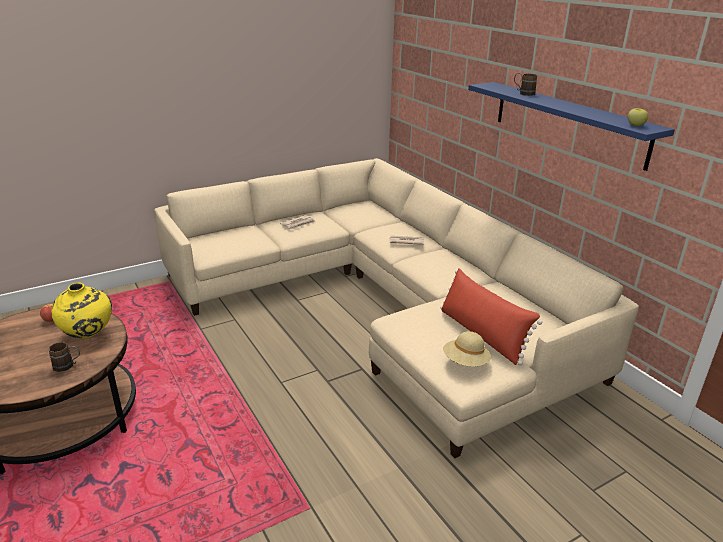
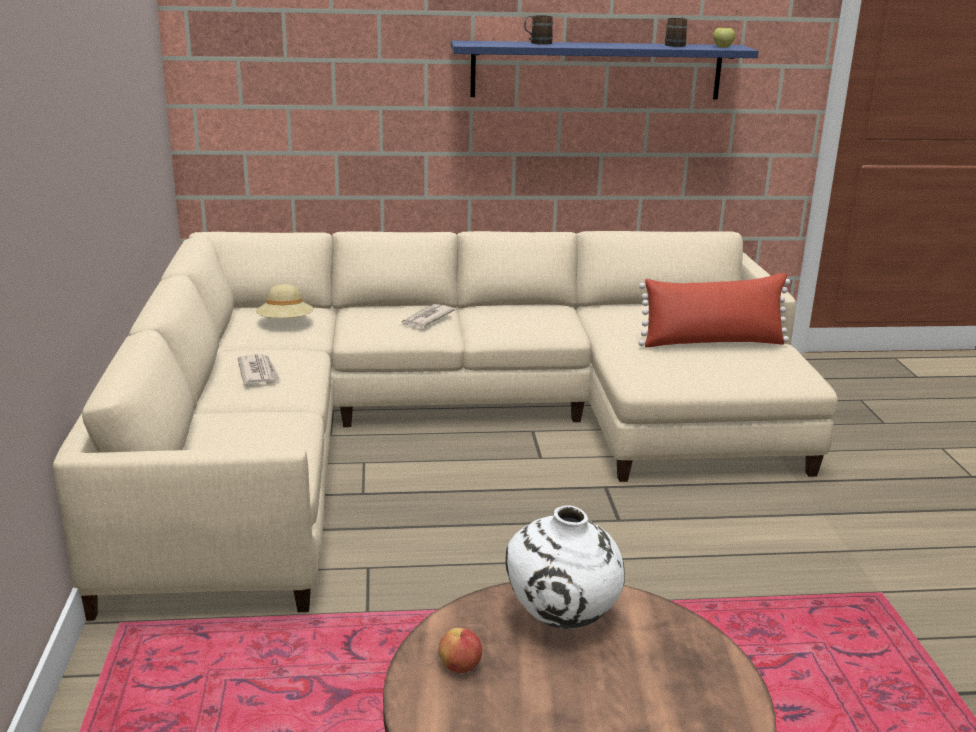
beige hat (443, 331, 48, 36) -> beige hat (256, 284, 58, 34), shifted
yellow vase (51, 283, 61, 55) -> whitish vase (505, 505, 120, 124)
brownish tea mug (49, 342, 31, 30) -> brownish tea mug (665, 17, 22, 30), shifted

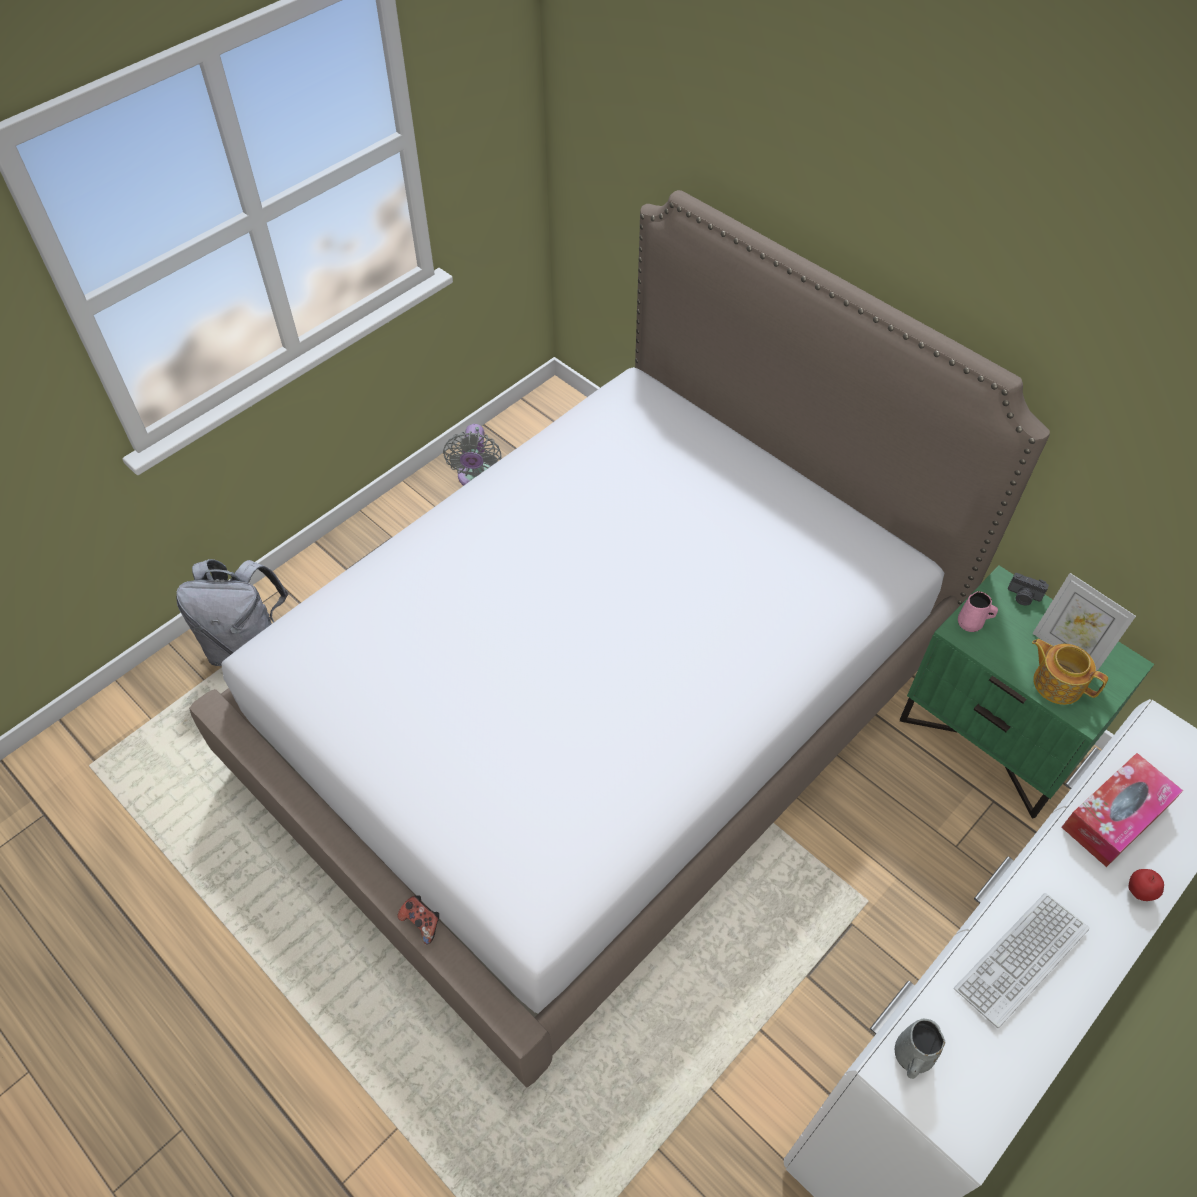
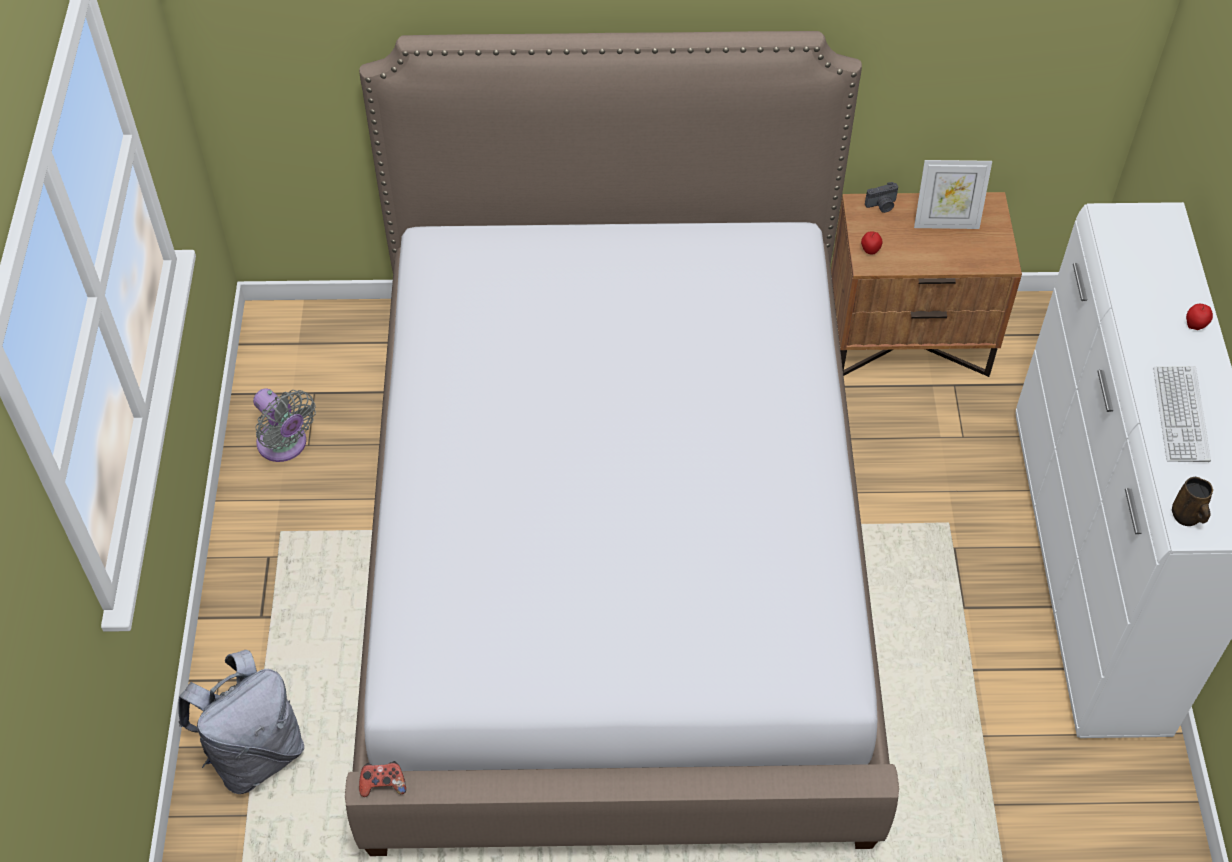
gamepad (398, 895, 41, 50) -> gamepad (359, 761, 47, 36), shifted
greenish bedside table (900, 565, 254, 254) -> brownish bedside table (831, 192, 191, 185)
pink-coloured tea mug (958, 591, 40, 41) -> whole apple (861, 231, 21, 23)
greyish tea mug (895, 1019, 50, 60) -> brownish tea mug (1172, 477, 41, 49)
pot for tea (1032, 639, 76, 66) -> none
tissue holder (1061, 753, 122, 114) -> none

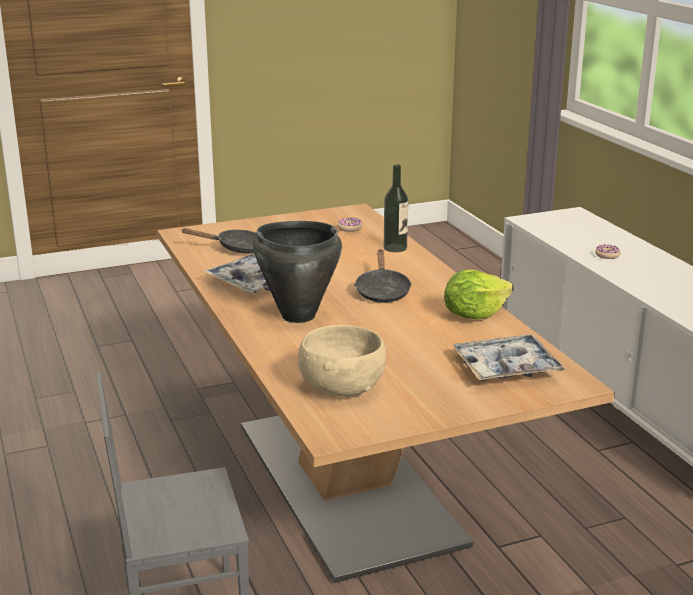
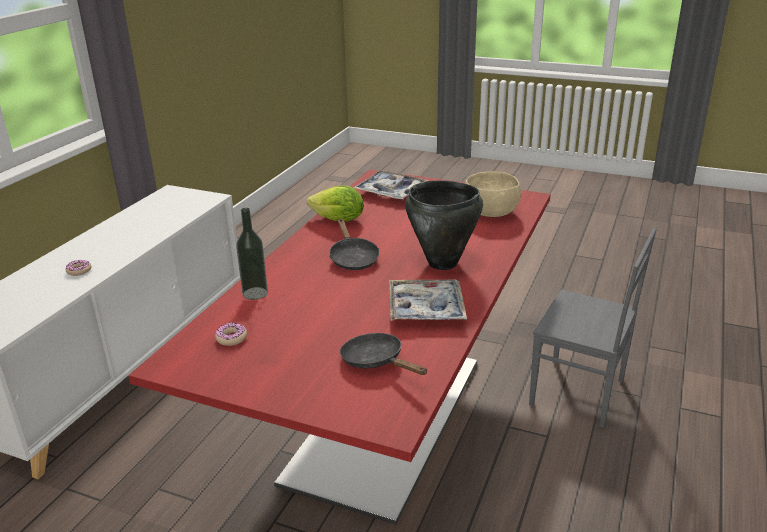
beige dining table (157, 203, 458, 380) -> red dining table (128, 170, 423, 355)
blackish frying pan (354, 249, 58, 54) -> blackish frying pan (329, 219, 50, 51), 120 degrees clockwise

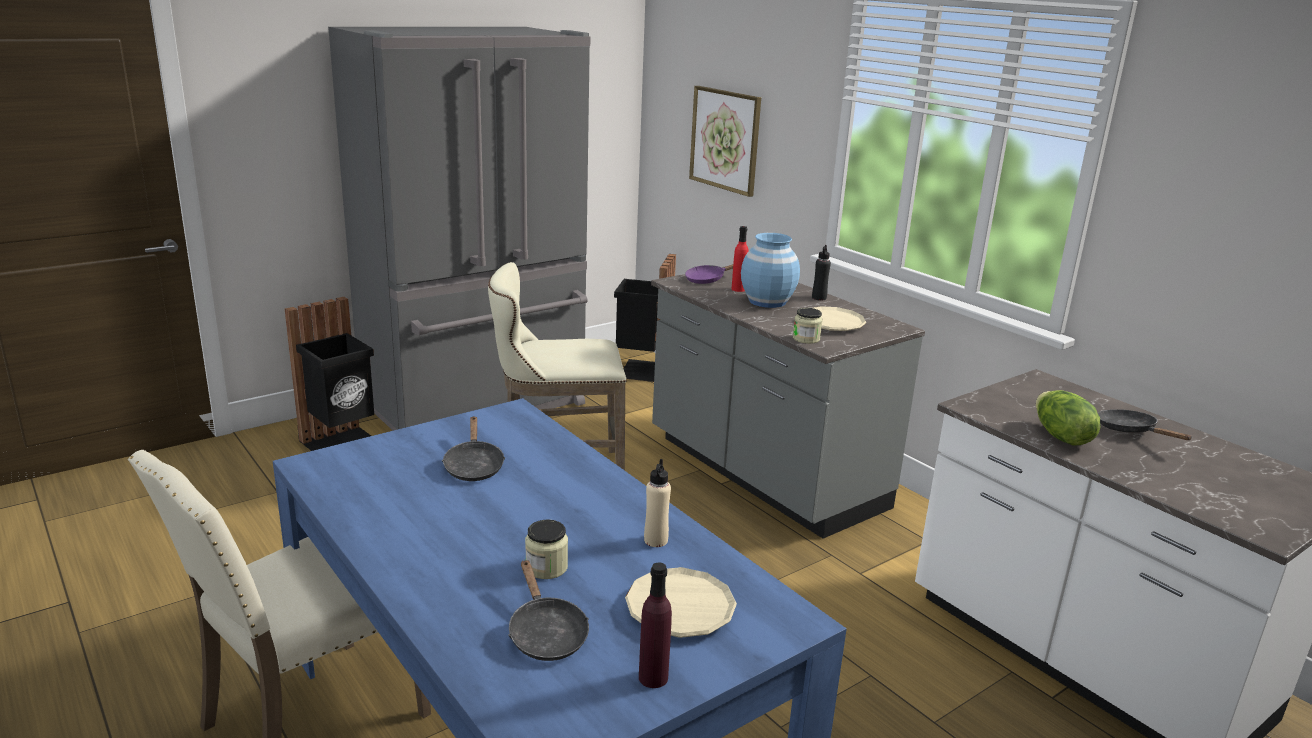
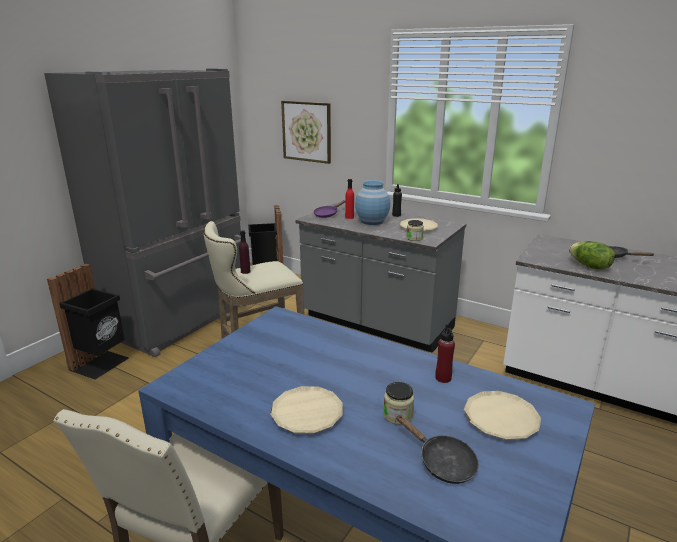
purple bottle (639, 562, 33, 126) -> purple bottle (239, 230, 12, 44), shifted
none -> beige plate (270, 386, 73, 47)
beige bottle (644, 459, 27, 88) -> red bottle (435, 324, 20, 59)
blackish frying pan (442, 416, 63, 65) -> none

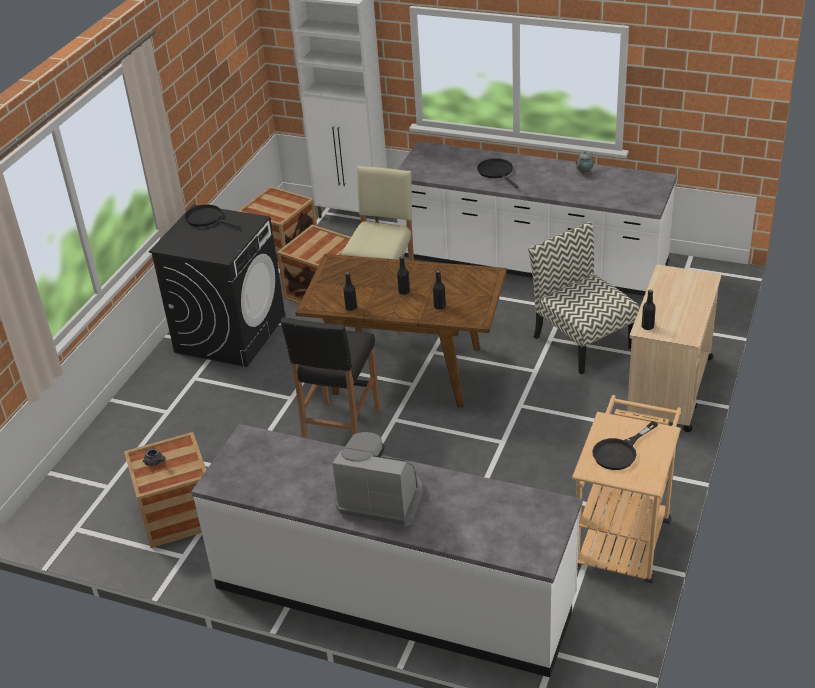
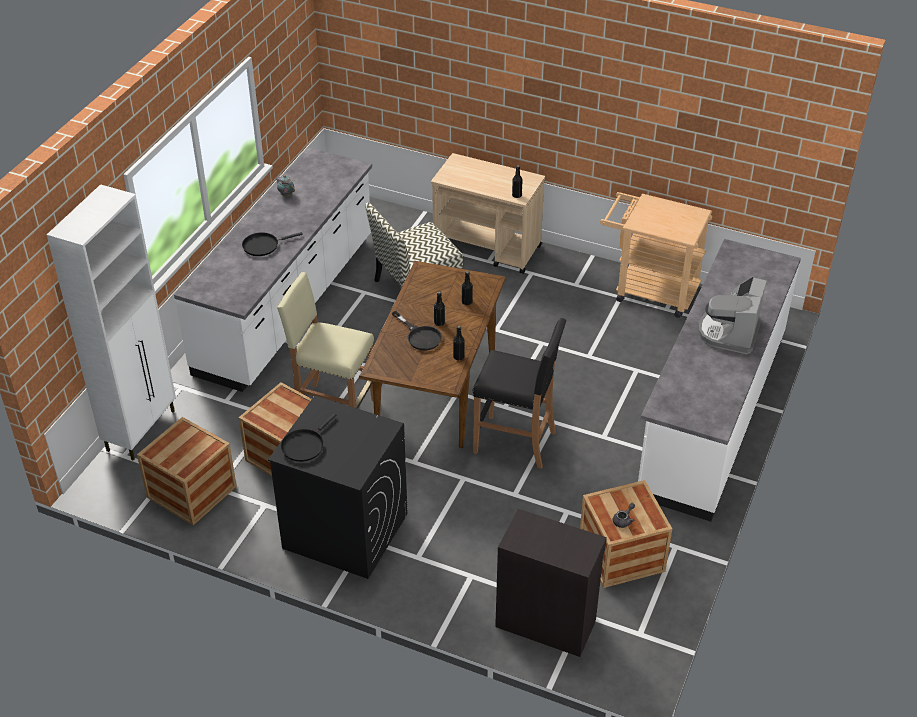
blackish frying pan (592, 421, 66, 49) -> blackish frying pan (392, 311, 50, 40), shifted
none -> blackish storage cabinet (495, 509, 112, 148)

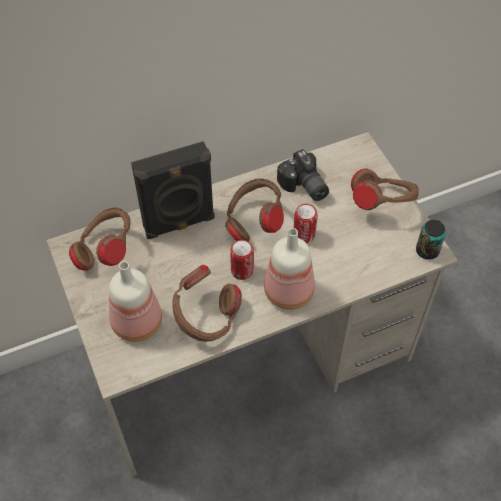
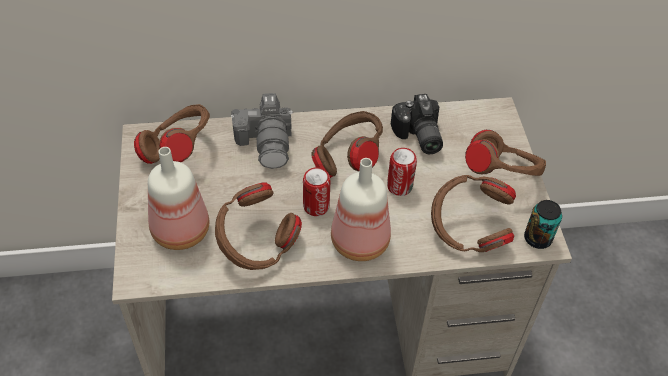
blackish speaker (131, 141, 84, 98) -> photo camera (231, 93, 62, 76)
none -> brownish headset (431, 175, 85, 77)

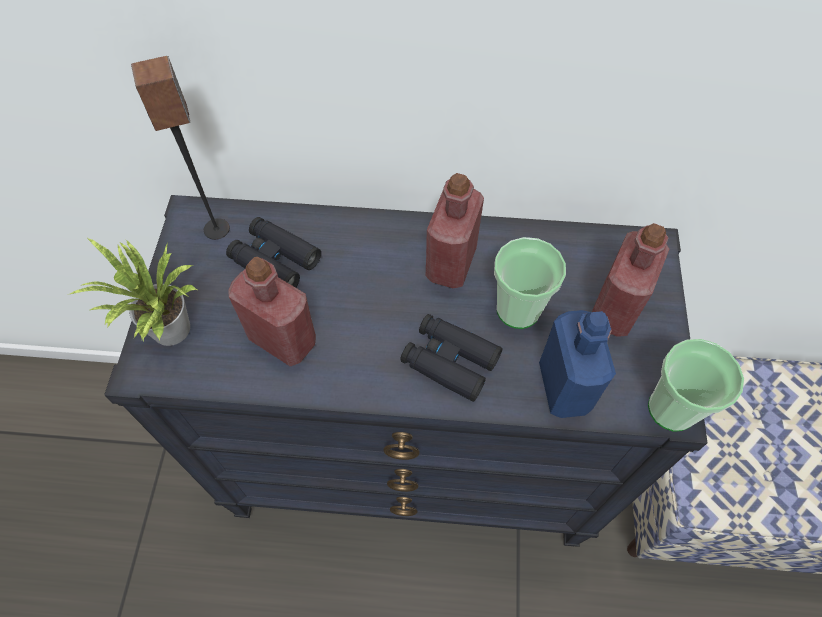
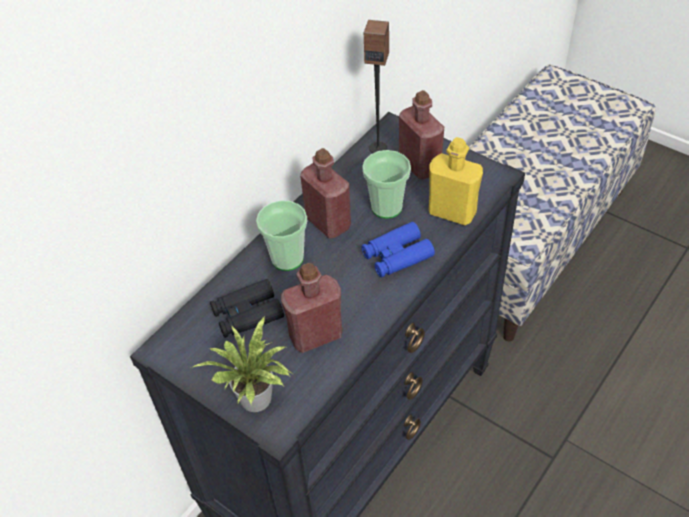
small cup (648, 339, 96, 93) -> small cup (256, 200, 51, 71), shifted
blackish binoculars (400, 314, 103, 88) -> blue-coloured binoculars (361, 222, 74, 55)
speaker (131, 56, 99, 184) -> speaker (364, 20, 25, 133), shifted
blue-coloured bottle (539, 310, 77, 108) -> yellow bottle (429, 137, 54, 88)

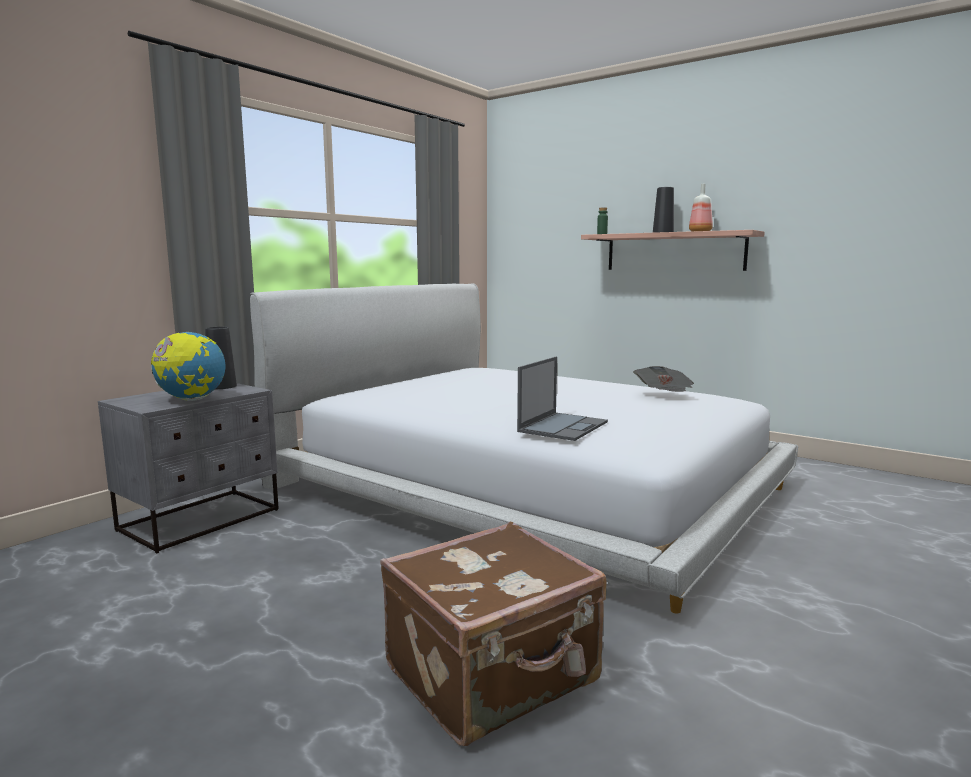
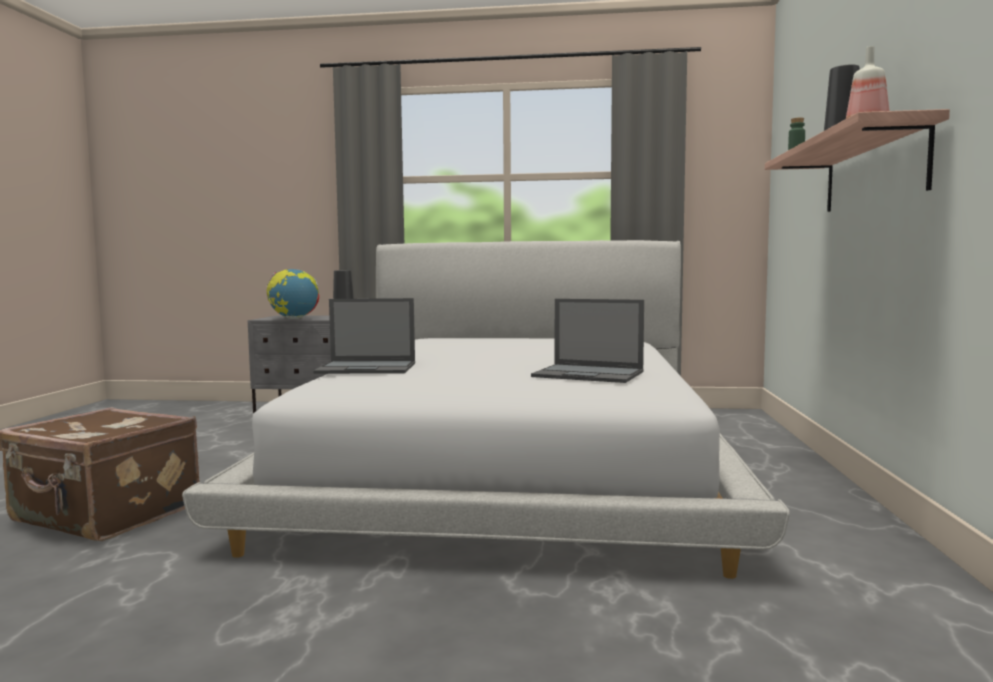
daily paper (633, 366, 61, 26) -> notebook computer (531, 299, 113, 84)

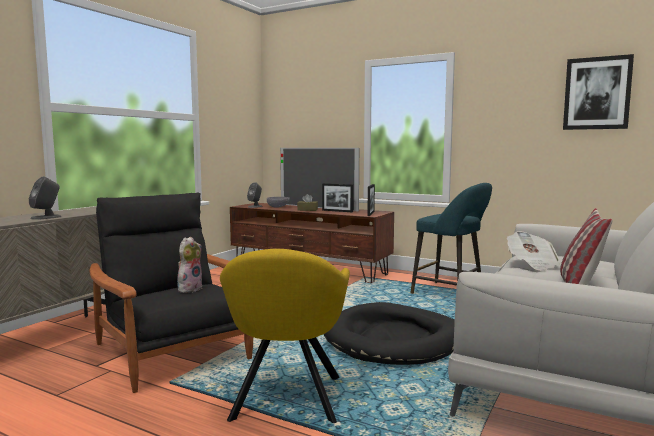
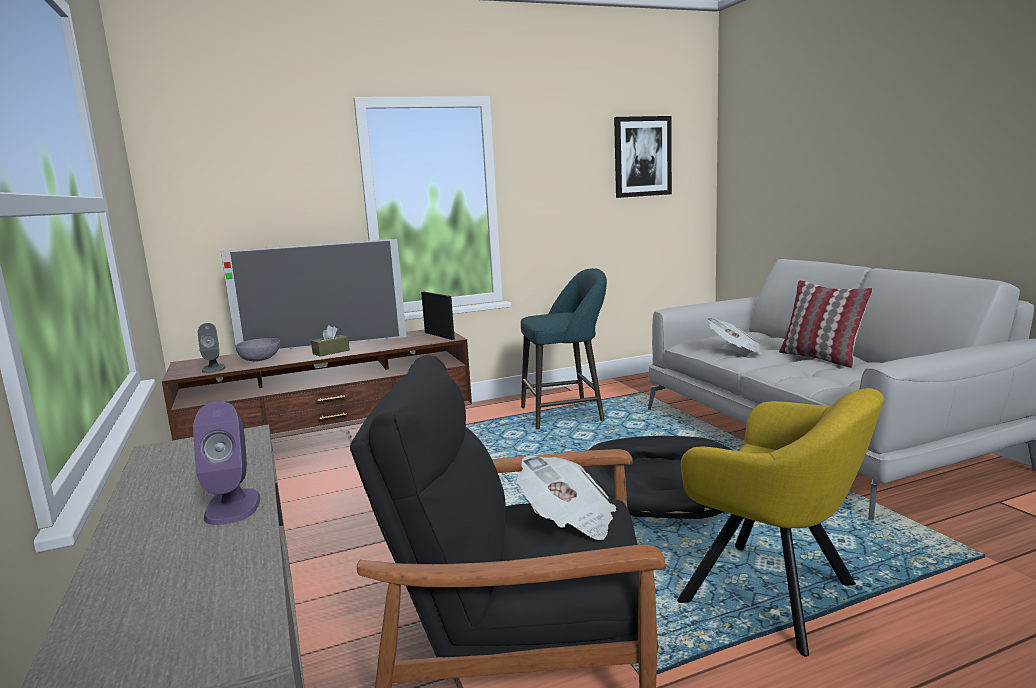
greyish speaker (29, 176, 32, 44) -> purple speaker (193, 401, 67, 124)
cuddly toy (177, 237, 26, 56) -> daily paper (517, 455, 100, 85)
photo frame (322, 183, 31, 29) -> none

